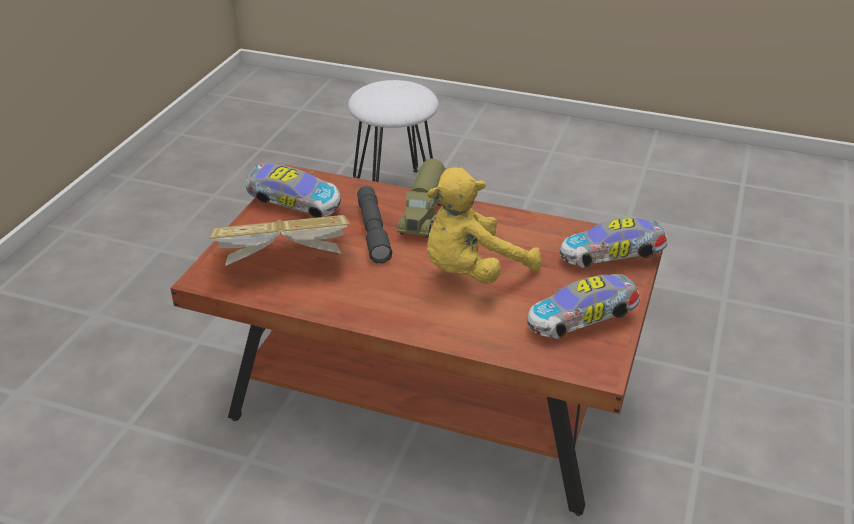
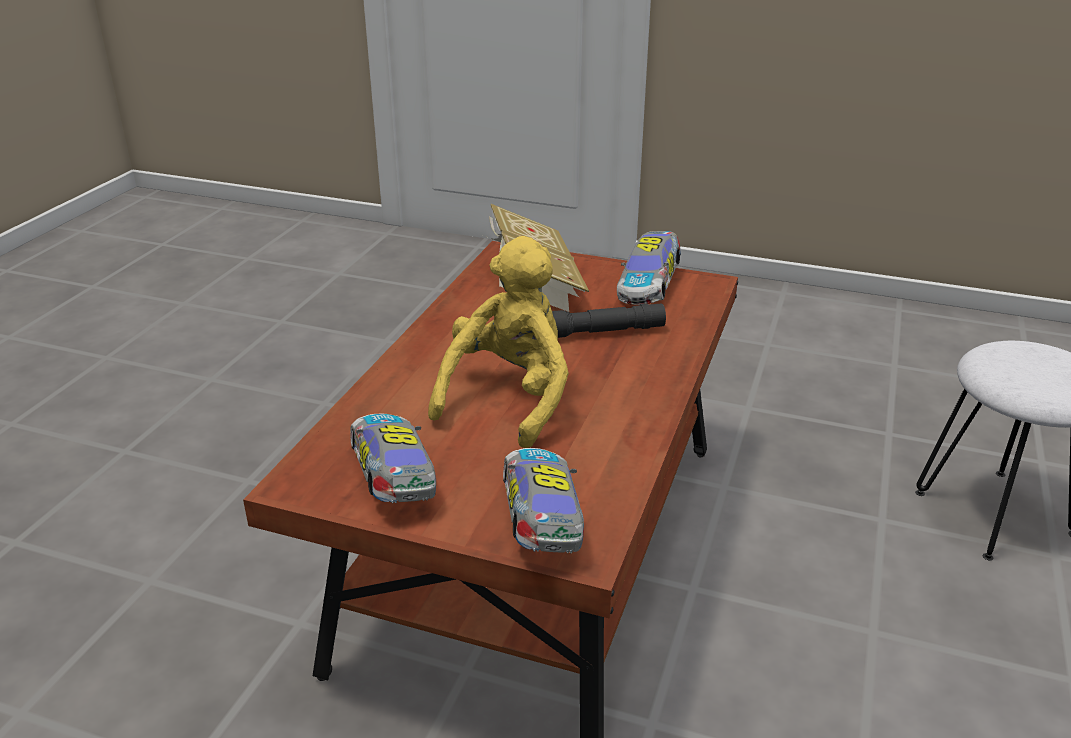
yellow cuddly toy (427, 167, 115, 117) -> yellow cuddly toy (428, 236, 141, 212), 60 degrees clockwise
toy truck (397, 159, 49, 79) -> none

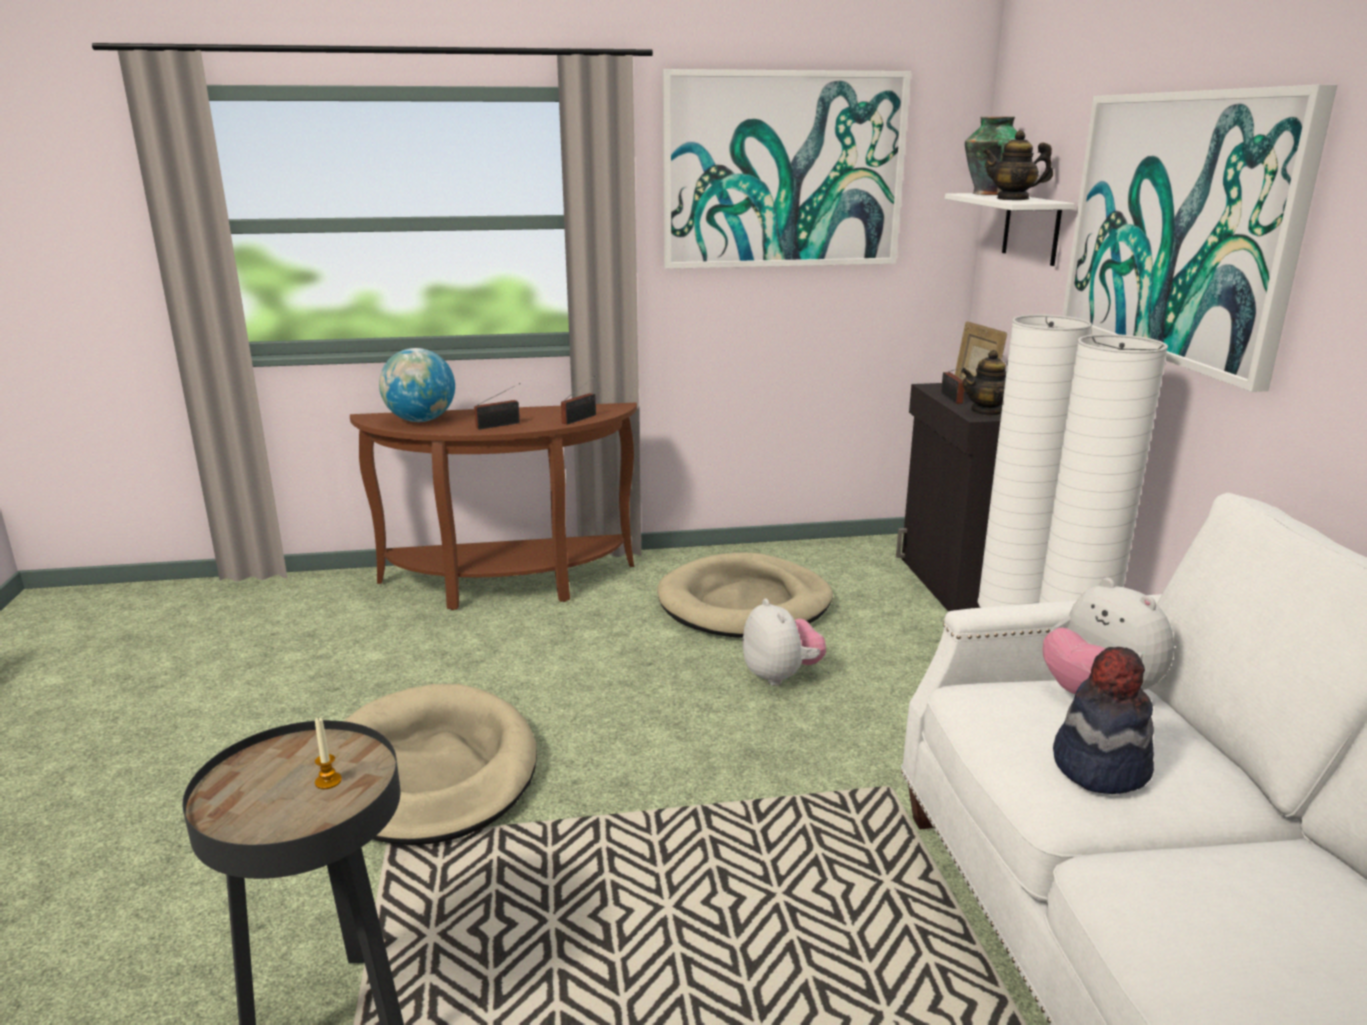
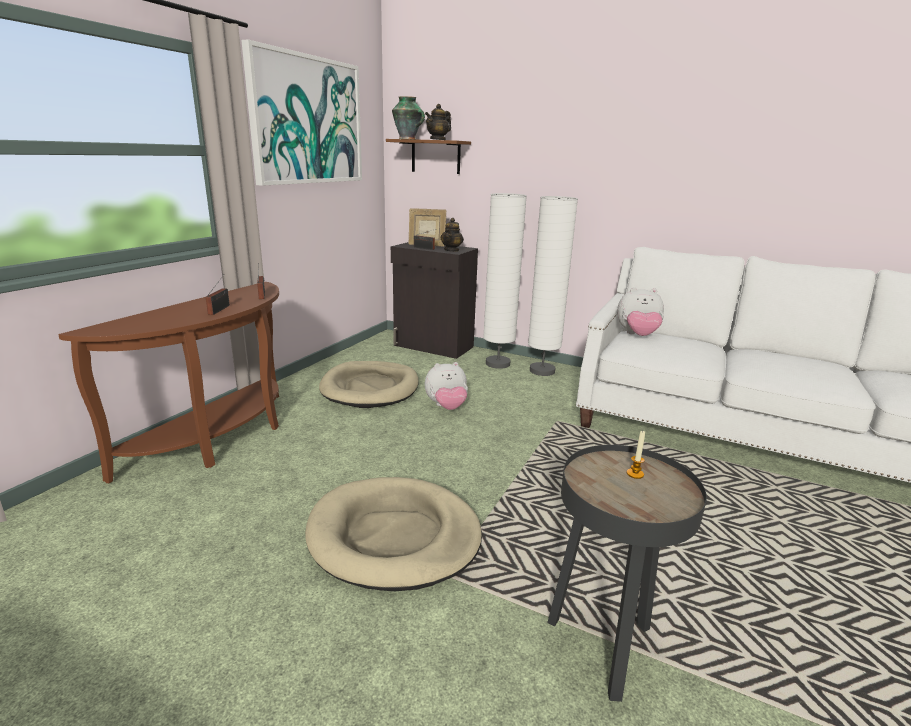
whitish shelf (945, 193, 130, 73) -> brownish shelf (386, 139, 85, 35)
cuddly toy (743, 598, 83, 88) -> cuddly toy (425, 362, 43, 48), 150 degrees clockwise
world globe (379, 348, 76, 74) -> none
hat (1053, 647, 101, 147) -> none
picture (1062, 85, 275, 307) -> none

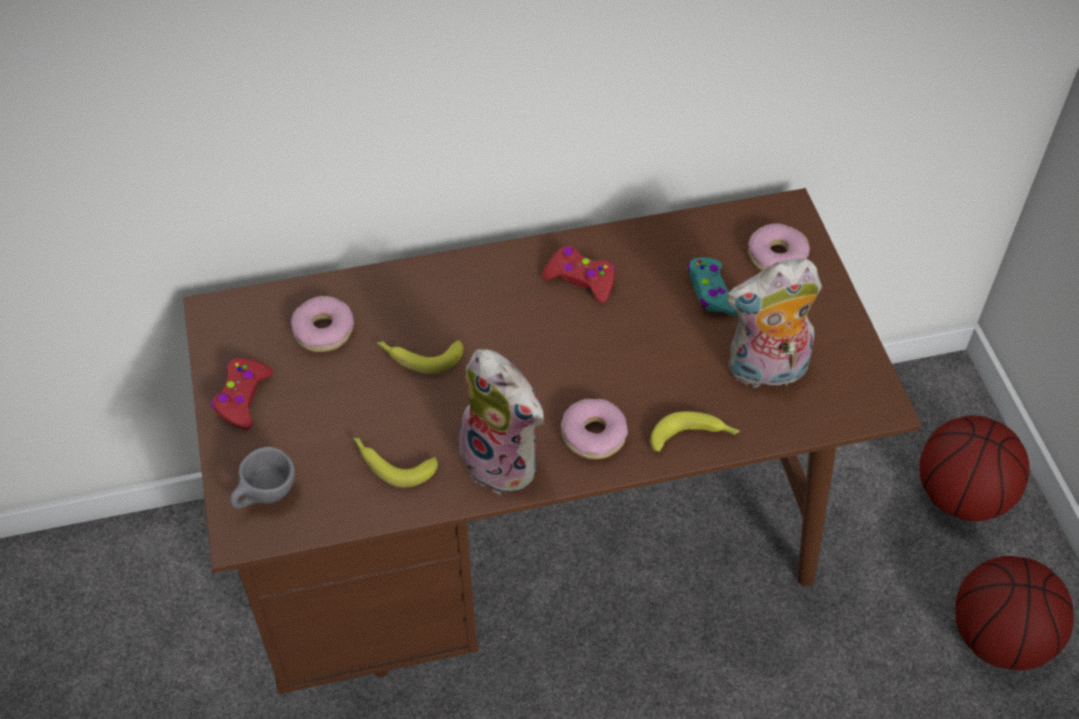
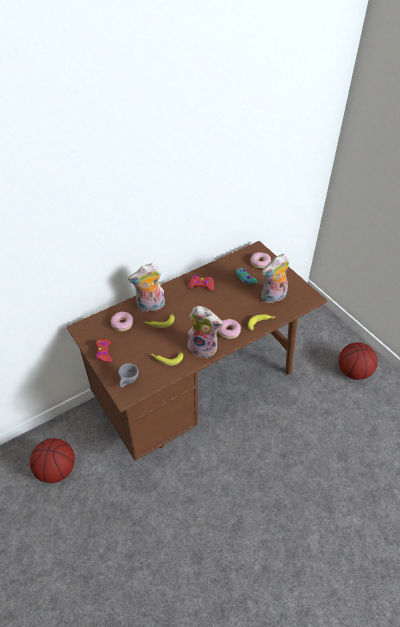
basketball ball (919, 416, 111, 105) -> basketball ball (30, 438, 45, 45), shifted
none -> cuddly toy (128, 263, 37, 49)

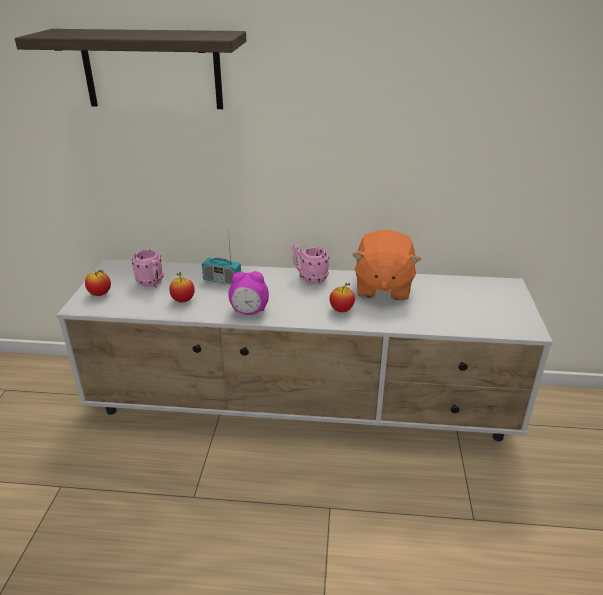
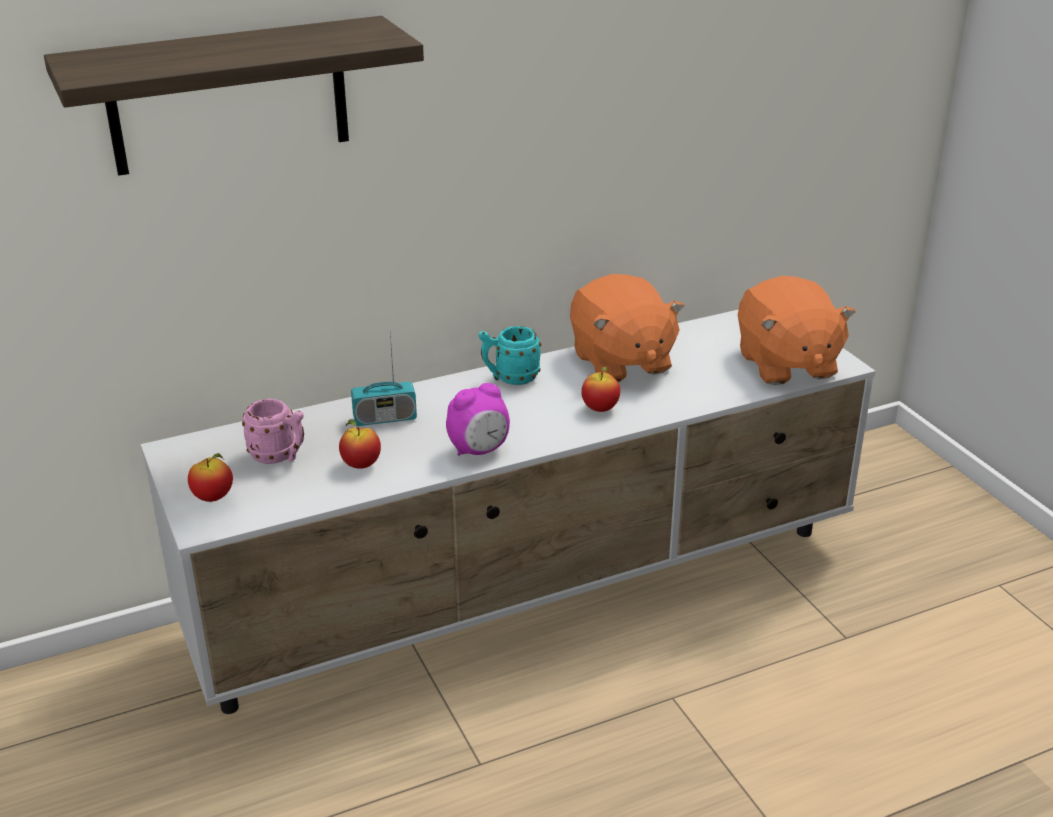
pink-coloured tea mug (292, 245, 38, 39) -> blue-green tea mug (479, 326, 62, 59)
none -> orange-coloured cuddly toy (738, 276, 118, 109)

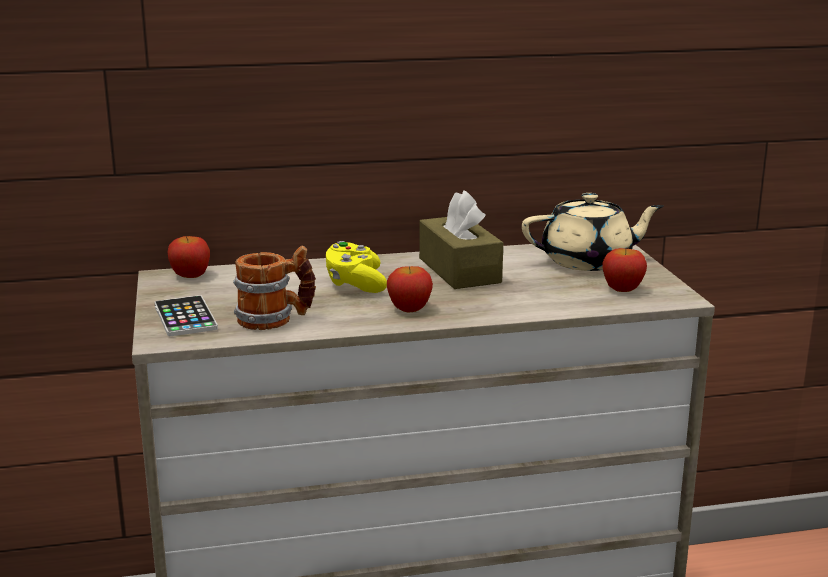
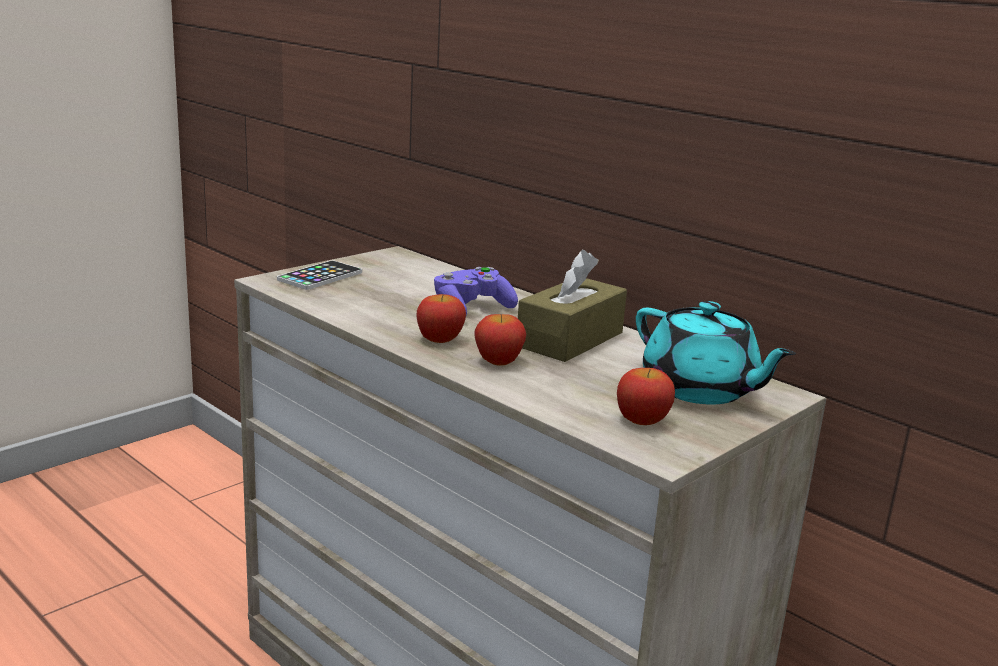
yellow gamepad (326, 241, 61, 52) -> purple gamepad (434, 267, 84, 48)
whole apple (168, 236, 42, 42) -> whole apple (475, 314, 51, 52), shifted
beige pot for tea (522, 193, 142, 78) -> blue-green pot for tea (636, 301, 160, 104)
tea mug (233, 246, 83, 84) -> none

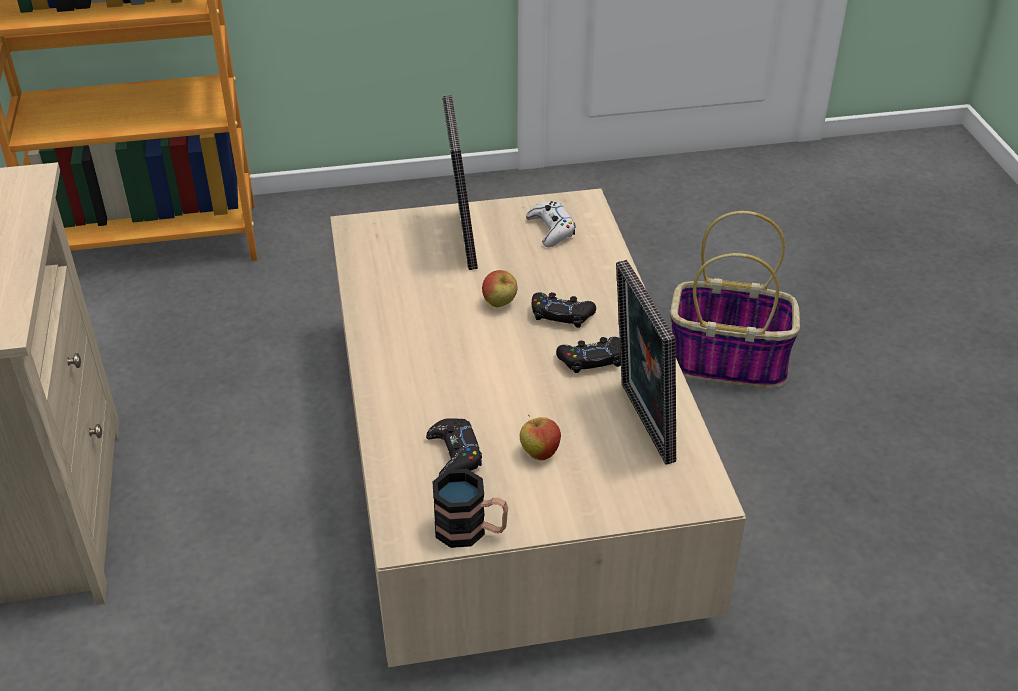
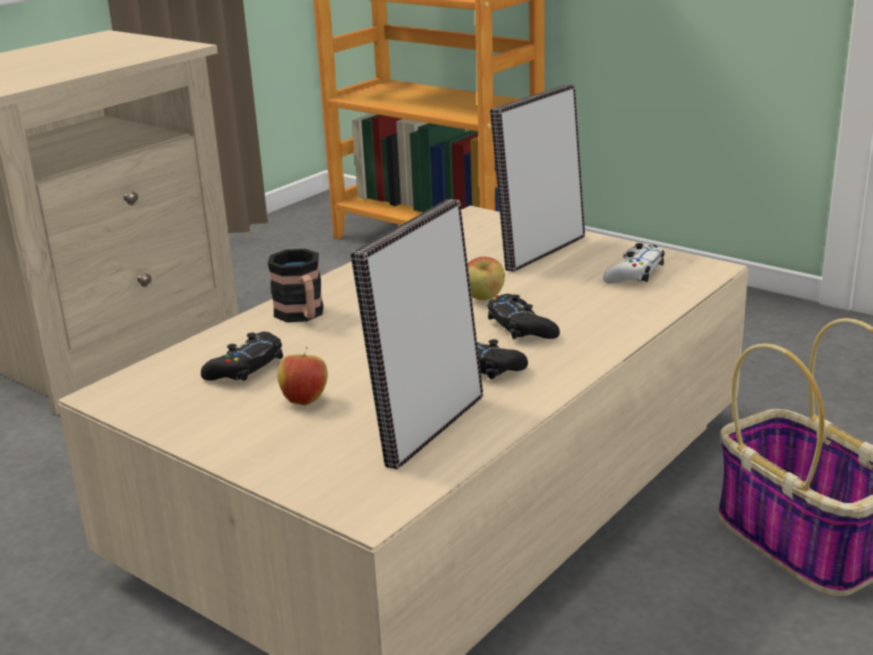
tea mug (433, 469, 75, 79) -> tea mug (268, 249, 56, 73), shifted

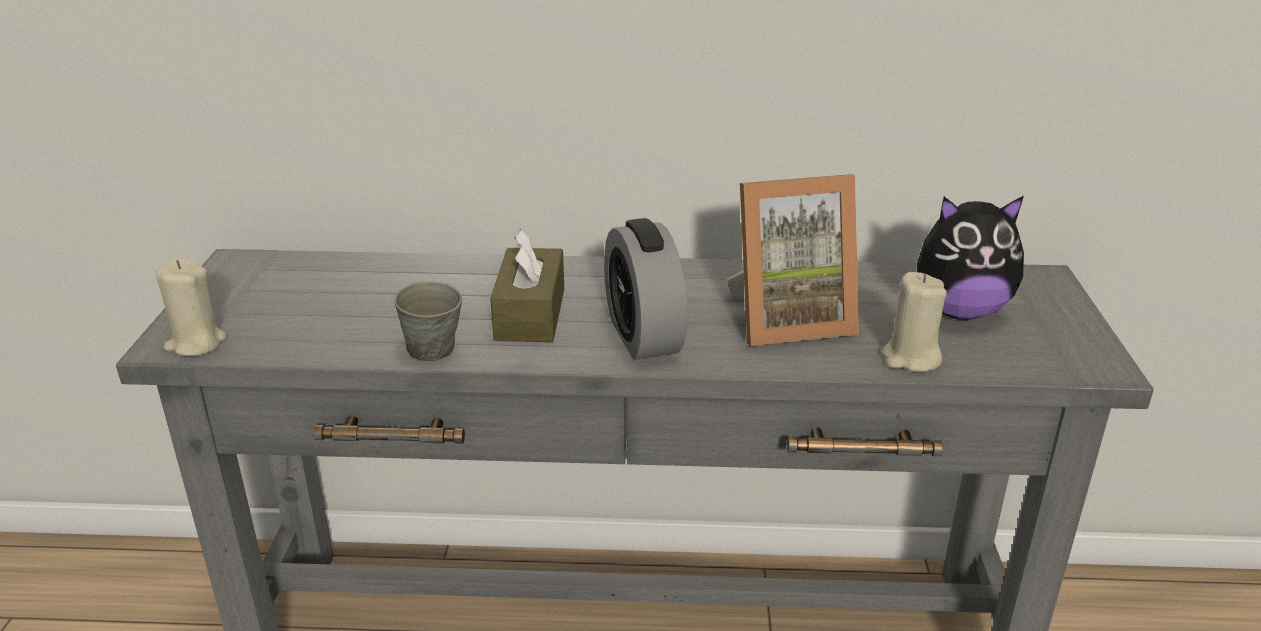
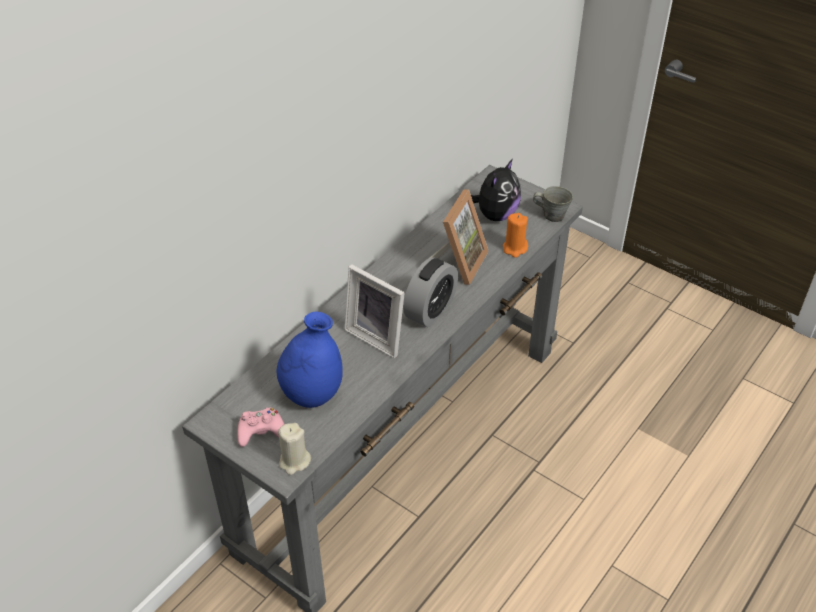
none -> pink-coloured gamepad (237, 408, 47, 39)
none -> blue-coloured vase (277, 312, 66, 96)
brownish tissue holder (490, 228, 74, 114) -> photo frame (344, 264, 61, 94)
alarm clock (604, 218, 84, 142) -> alarm clock (403, 257, 55, 70), 75 degrees counterclockwise
beige wax light (882, 272, 65, 100) -> orange-coloured wax light (503, 213, 25, 45)
greyish tea mug (394, 281, 68, 80) -> greyish tea mug (533, 186, 40, 36), shifted

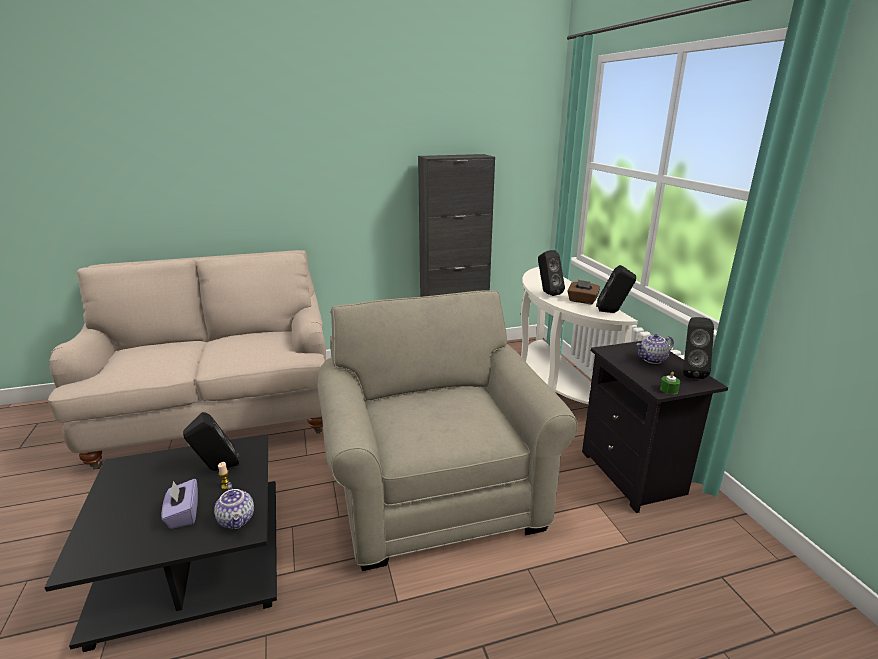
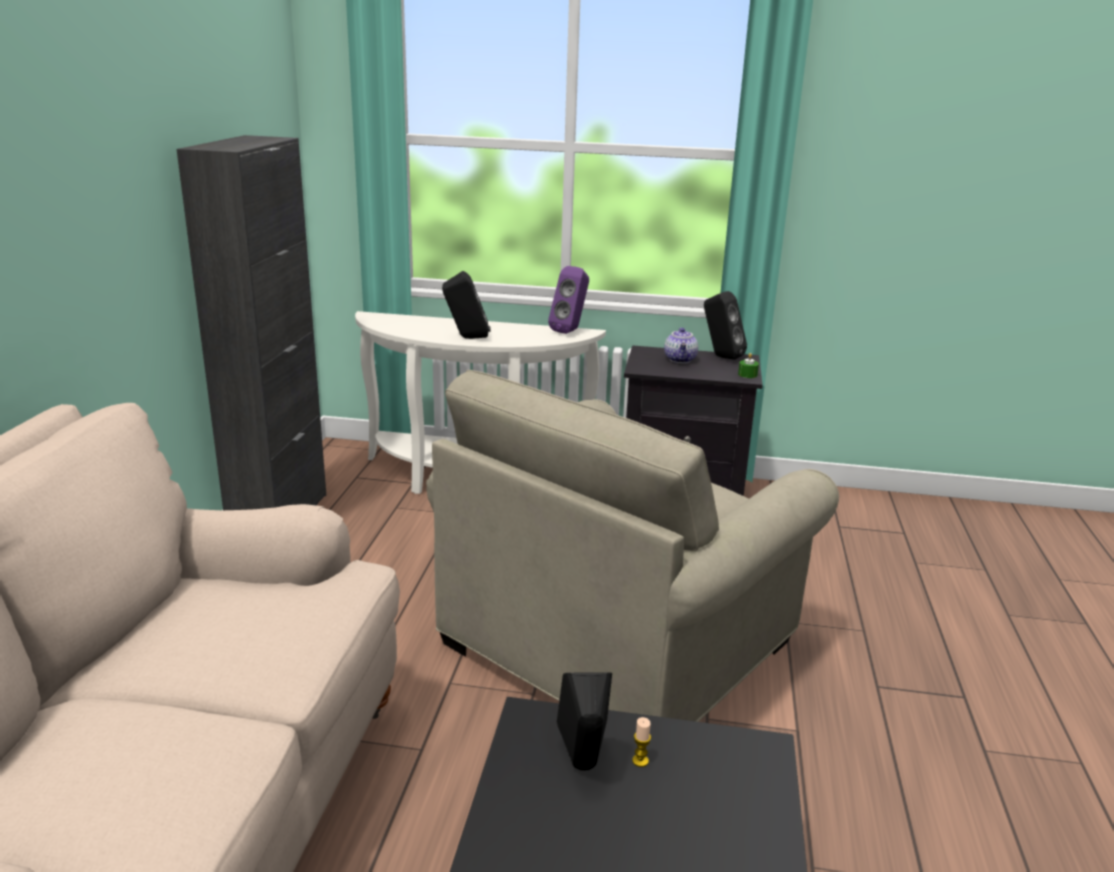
beige lounge chair (317, 291, 261, 280) -> beige lounge chair (426, 370, 413, 352), 60 degrees counterclockwise
blackish speaker (596, 265, 40, 48) -> purple speaker (548, 266, 41, 68)
purple tissue holder (161, 479, 37, 50) -> none
pot for tea (214, 482, 40, 47) -> none
brownish tissue holder (567, 280, 33, 24) -> none

